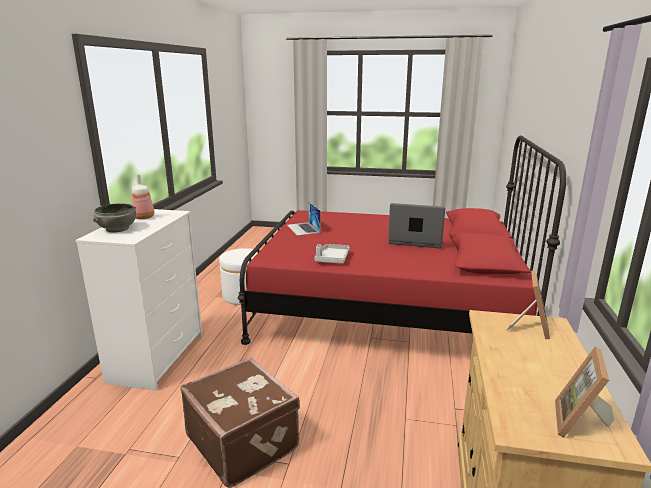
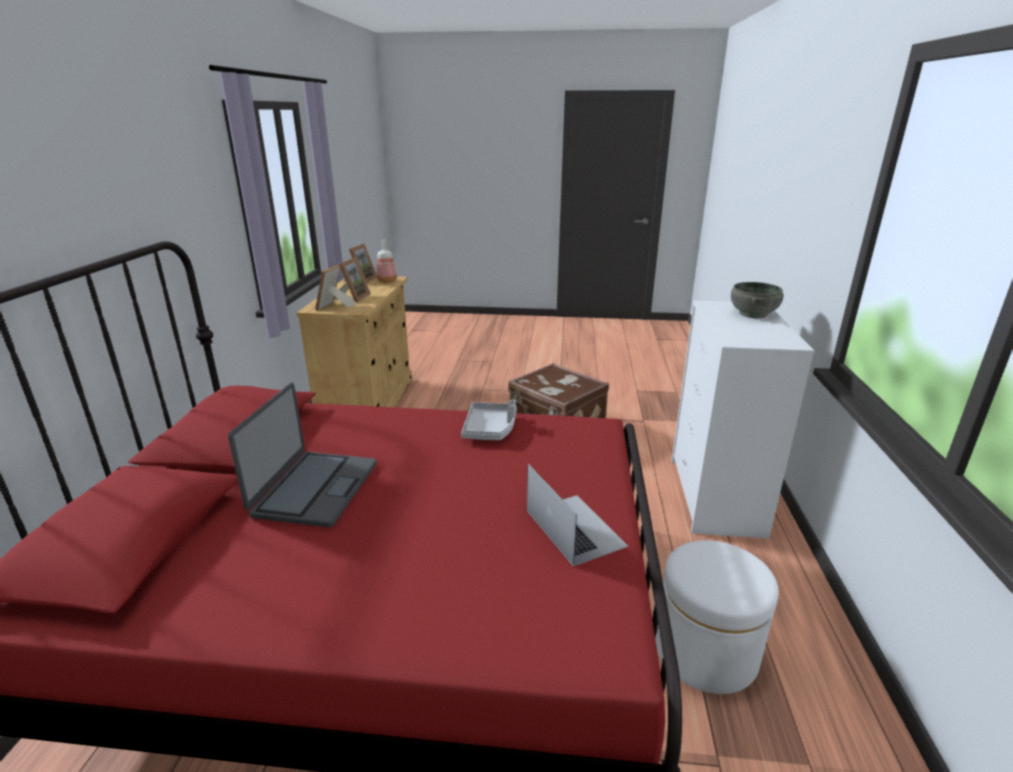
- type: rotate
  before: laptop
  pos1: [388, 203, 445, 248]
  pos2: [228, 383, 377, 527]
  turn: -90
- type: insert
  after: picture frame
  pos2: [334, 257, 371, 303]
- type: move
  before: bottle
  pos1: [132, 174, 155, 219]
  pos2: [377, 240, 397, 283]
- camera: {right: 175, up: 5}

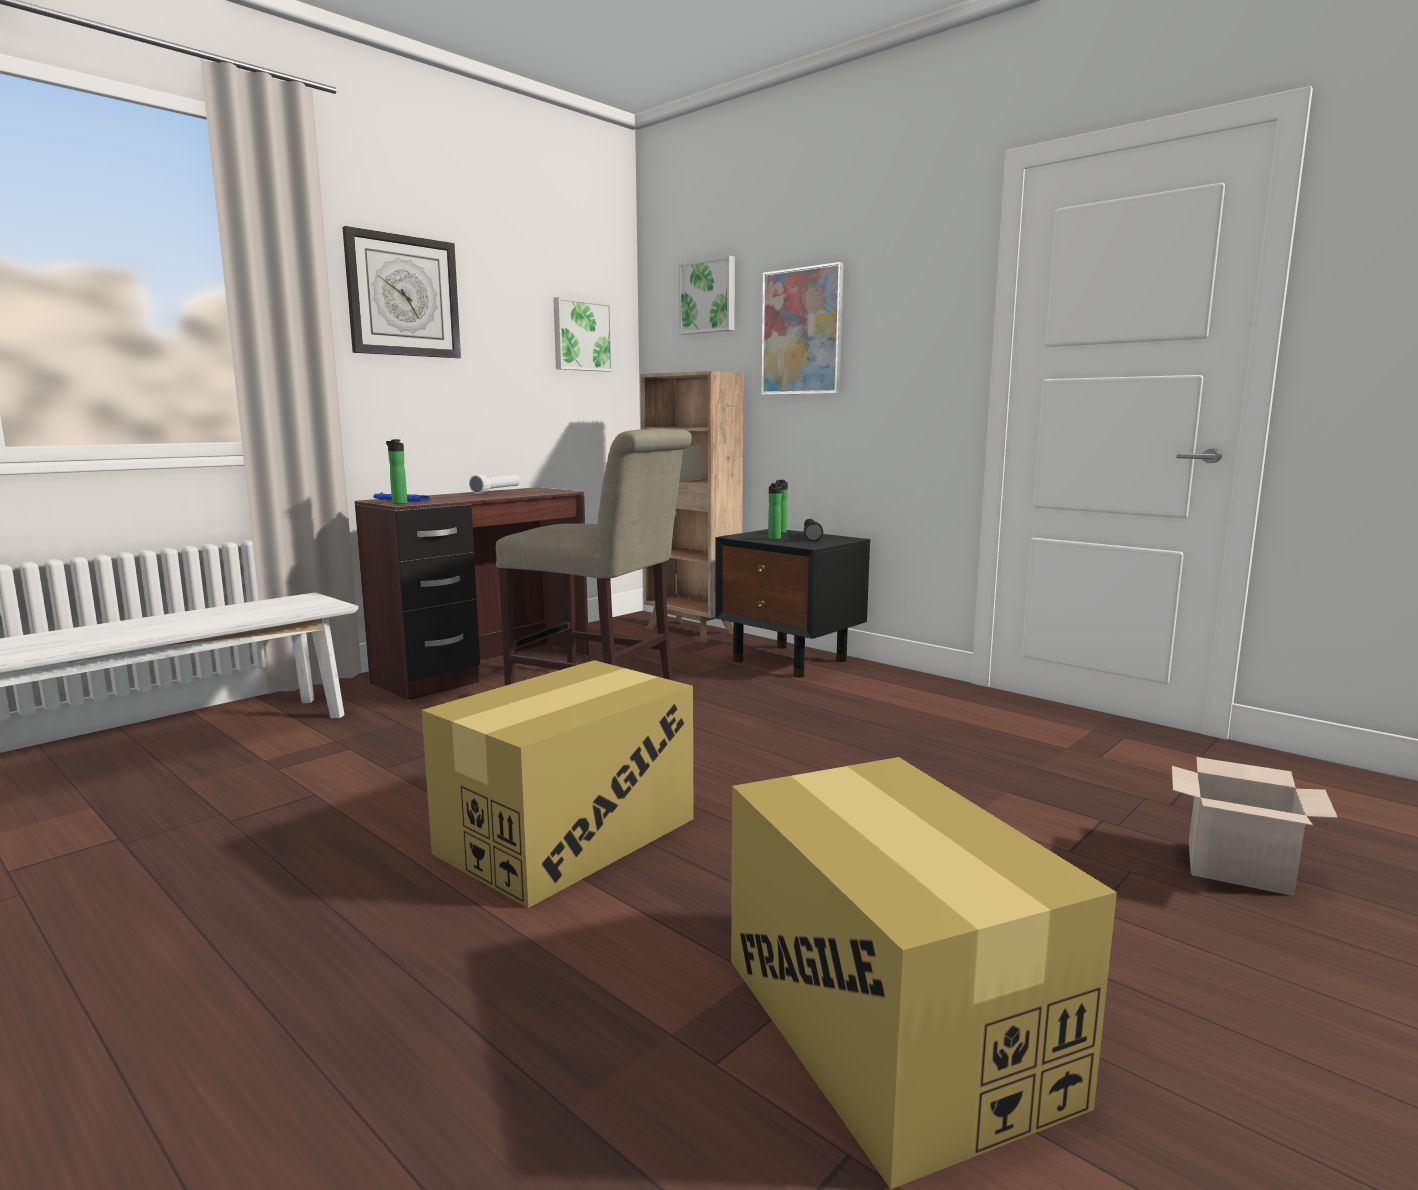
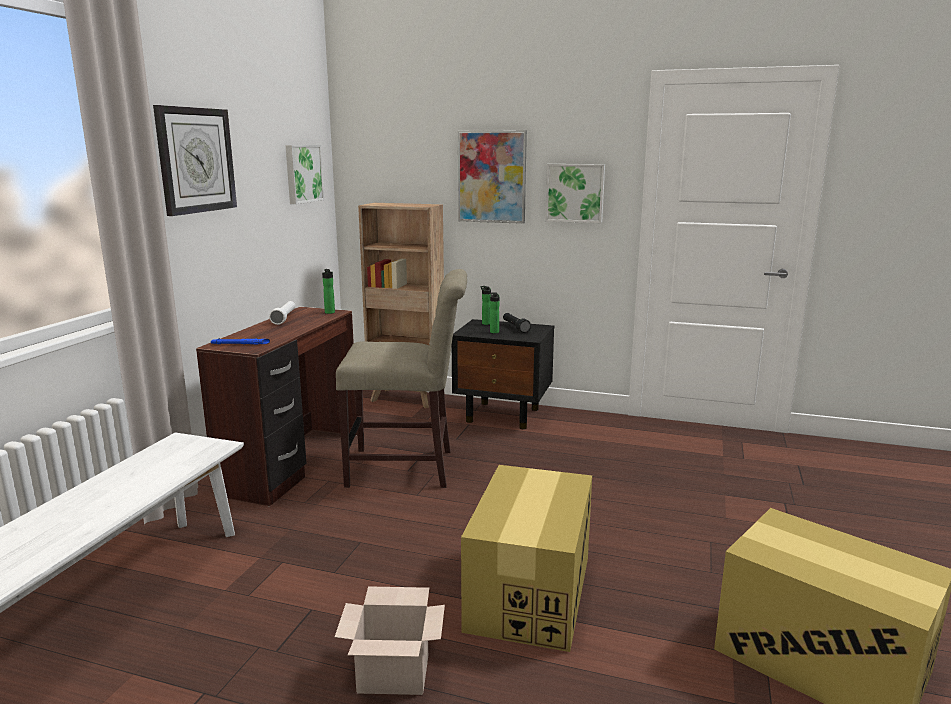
- type: move
  before: bottle
  pos1: [386, 439, 408, 504]
  pos2: [322, 269, 335, 314]
- type: move
  before: cardboard box
  pos1: [1172, 757, 1338, 896]
  pos2: [335, 586, 445, 695]
- type: move
  before: picture
  pos1: [678, 256, 735, 335]
  pos2: [545, 164, 605, 223]
- camera: {right: -25, up: 5}

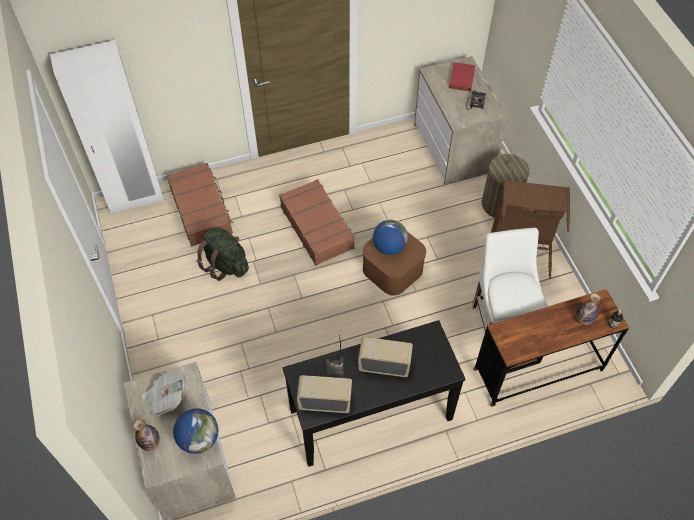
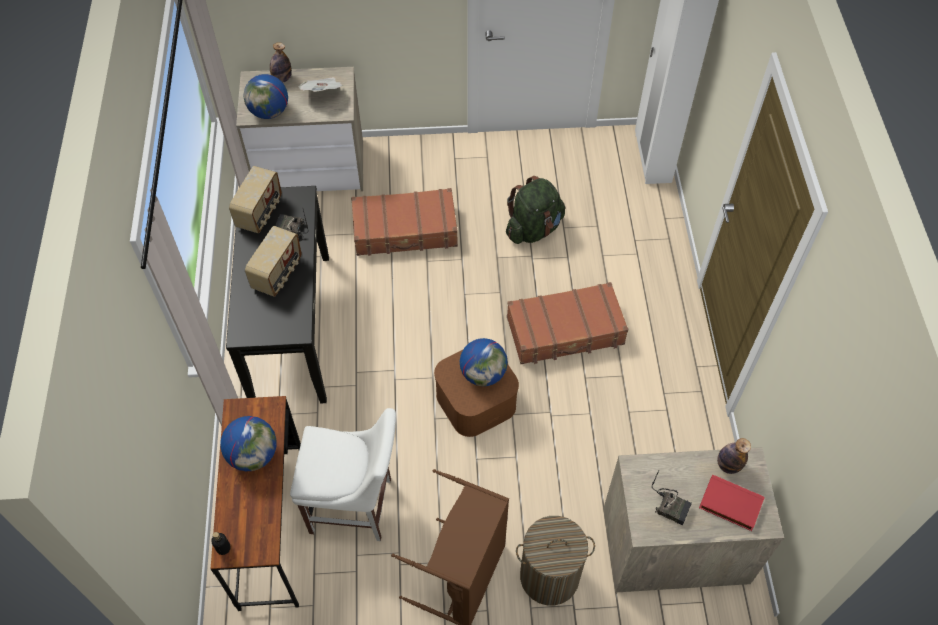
- type: insert
  after: globe
  pos2: [220, 416, 277, 471]
- type: move
  before: brown suitcase
  pos1: [167, 163, 233, 247]
  pos2: [351, 188, 458, 256]
- type: move
  before: bottle
  pos1: [576, 293, 601, 325]
  pos2: [717, 438, 751, 474]
- camera: {right: 105, up: 0}

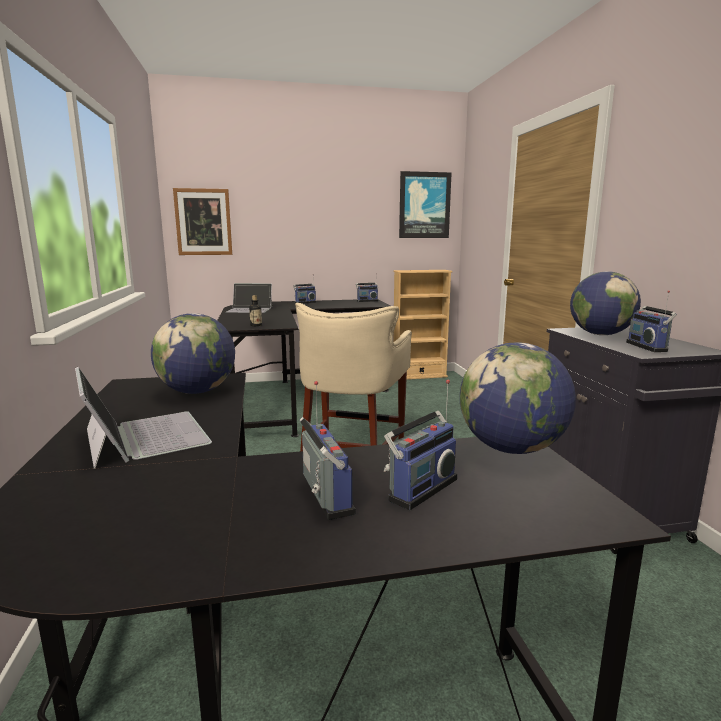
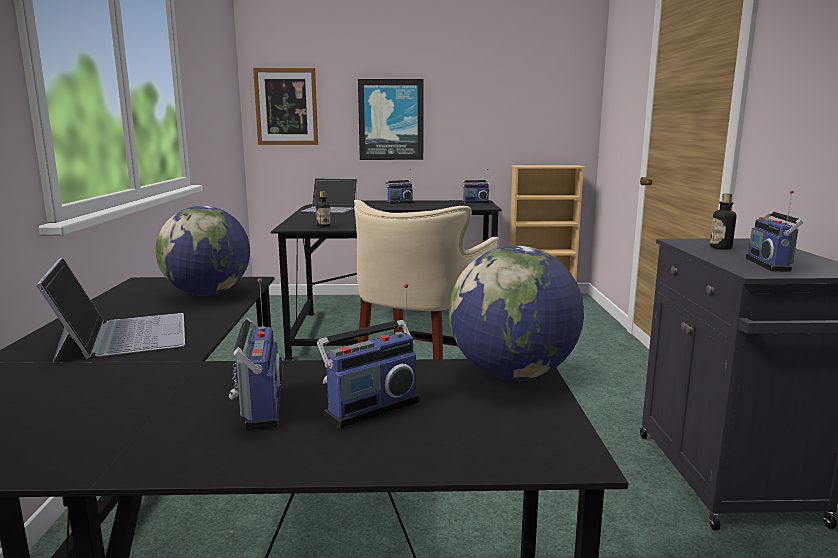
- type: move
  before: picture
  pos1: [399, 171, 452, 238]
  pos2: [358, 79, 424, 160]
- type: replace
  before: globe
  after: bottle
  pos1: [570, 271, 641, 335]
  pos2: [710, 194, 736, 250]
- camera: {right: 10, up: 0}

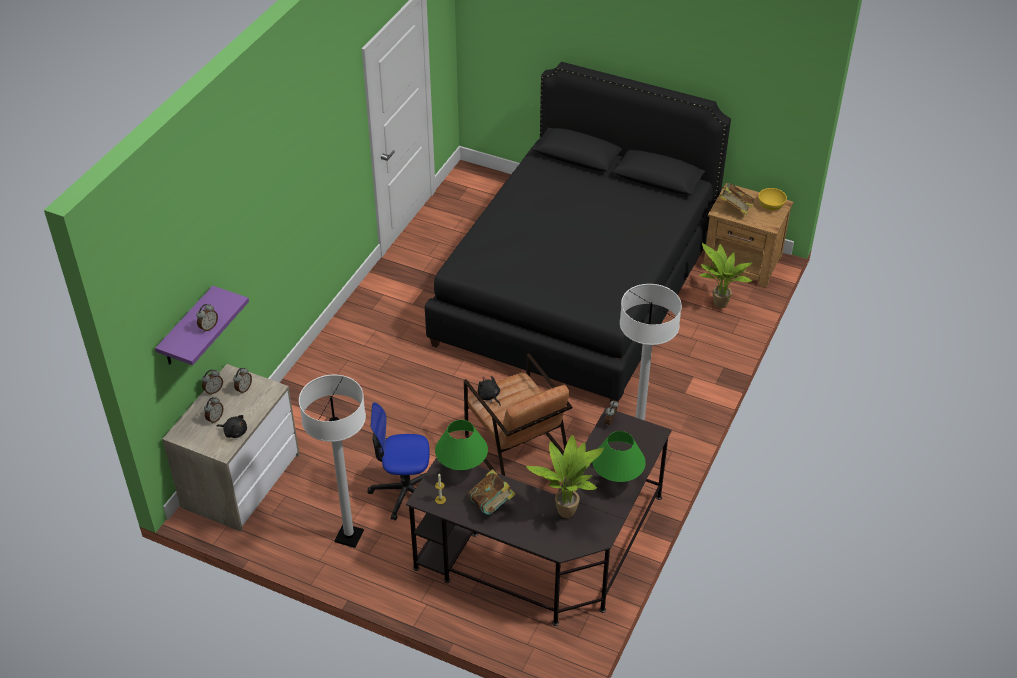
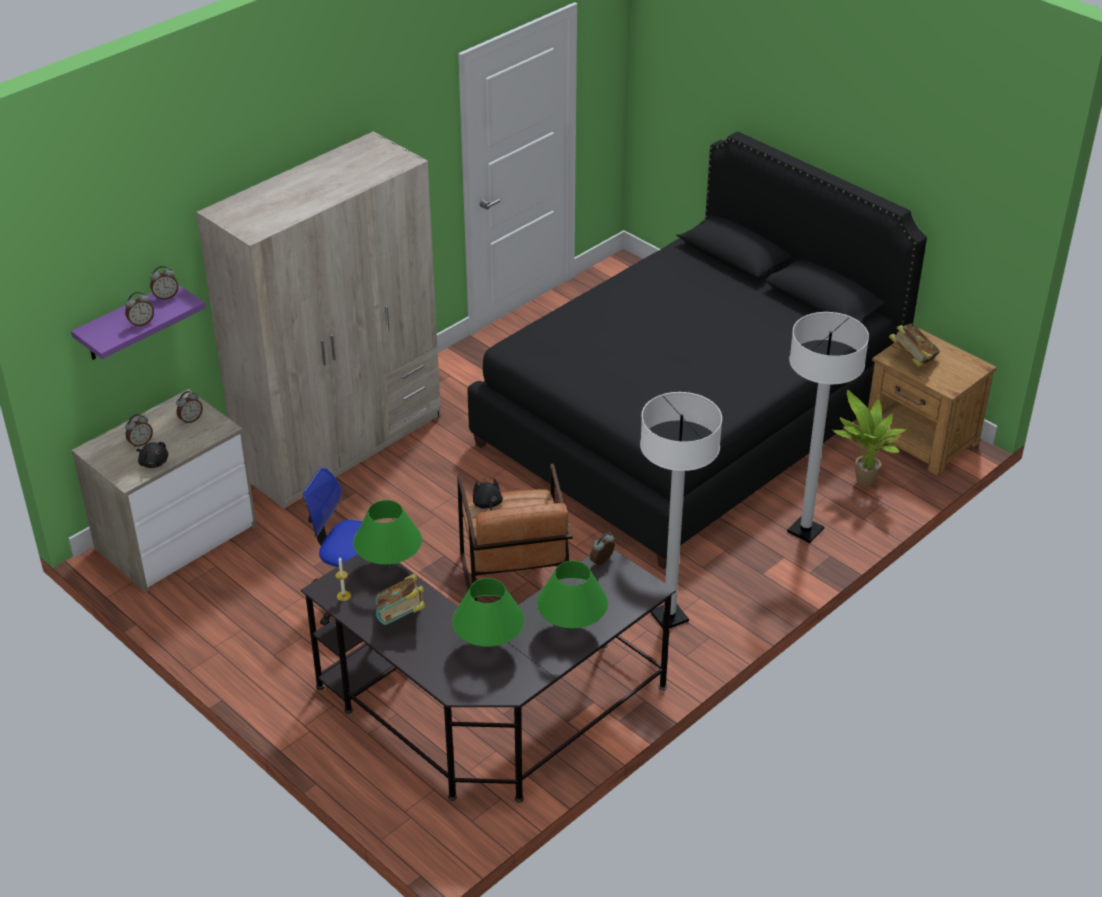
- type: move
  before: alarm clock
  pos1: [202, 370, 223, 394]
  pos2: [150, 266, 178, 300]
- type: insert
  after: beige wardrobe
  pos2: [196, 131, 441, 509]
- type: replace
  before: potted plant
  after: green table lamp
  pos1: [526, 435, 604, 518]
  pos2: [452, 578, 524, 648]
- type: move
  before: white floor lamp
  pos1: [299, 375, 366, 548]
  pos2: [787, 312, 869, 543]
- type: delete
  before: yellow bowl
  pos1: [758, 188, 787, 211]
- camera: {right: 20, up: -5}

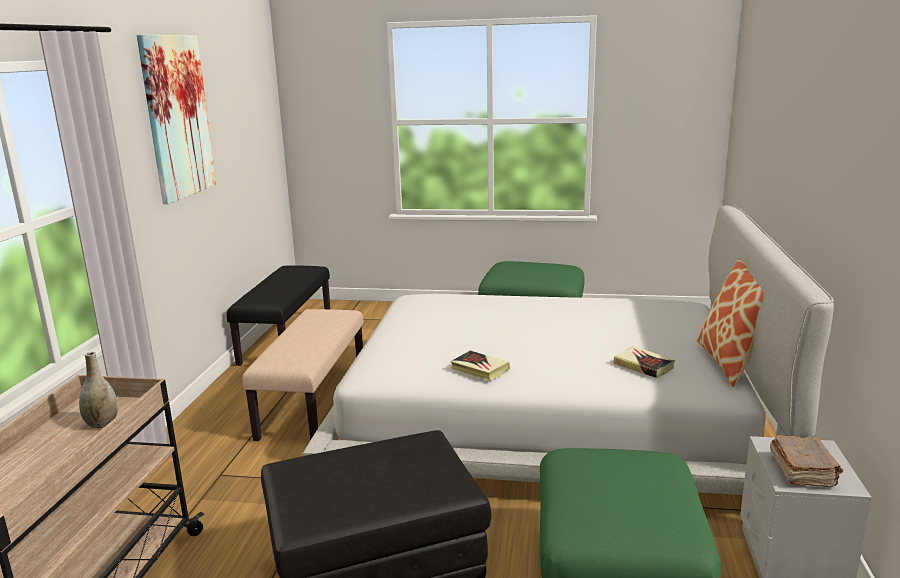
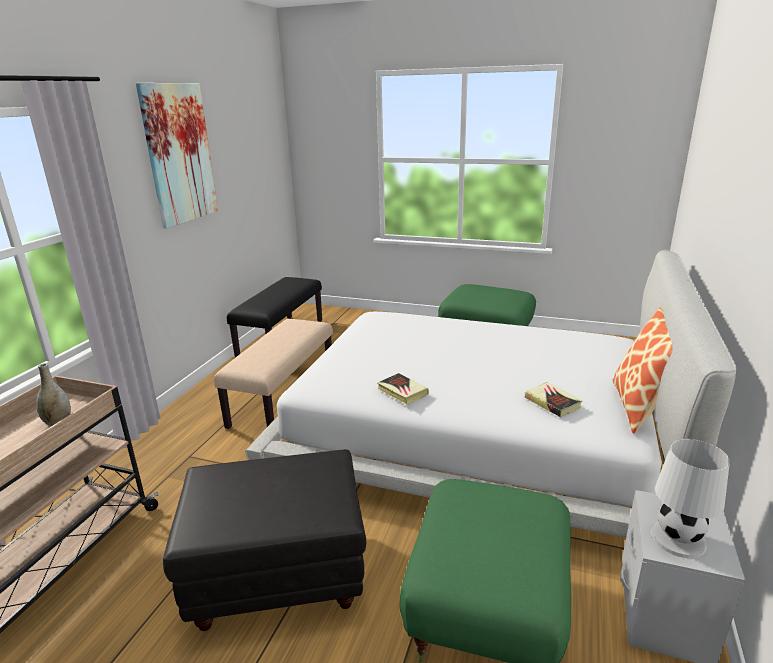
- type: replace
  before: brown book
  after: white table lamp
  pos1: [770, 435, 843, 487]
  pos2: [650, 439, 730, 558]
- camera: {right: 10, up: 5}

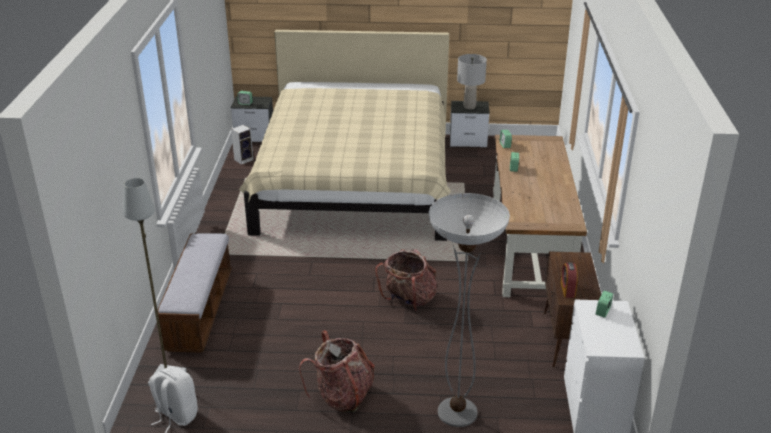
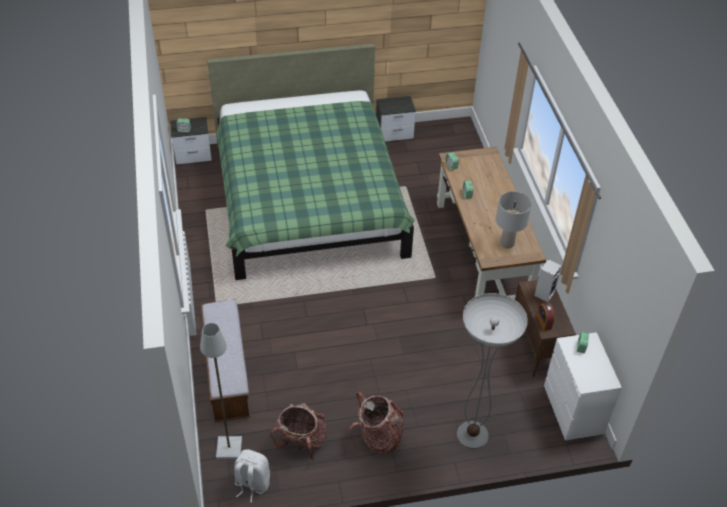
- type: recolor
  before: beige bed
  after: green bed
  pos1: [239, 30, 451, 241]
  pos2: [207, 44, 415, 280]
- type: move
  before: backpack
  pos1: [375, 249, 437, 311]
  pos2: [270, 403, 327, 460]
- type: move
  before: grey table lamp
  pos1: [457, 54, 487, 110]
  pos2: [496, 191, 531, 248]
- type: move
  before: speaker
  pos1: [231, 125, 253, 165]
  pos2: [534, 259, 562, 302]
- camera: {right: -15, up: 15}

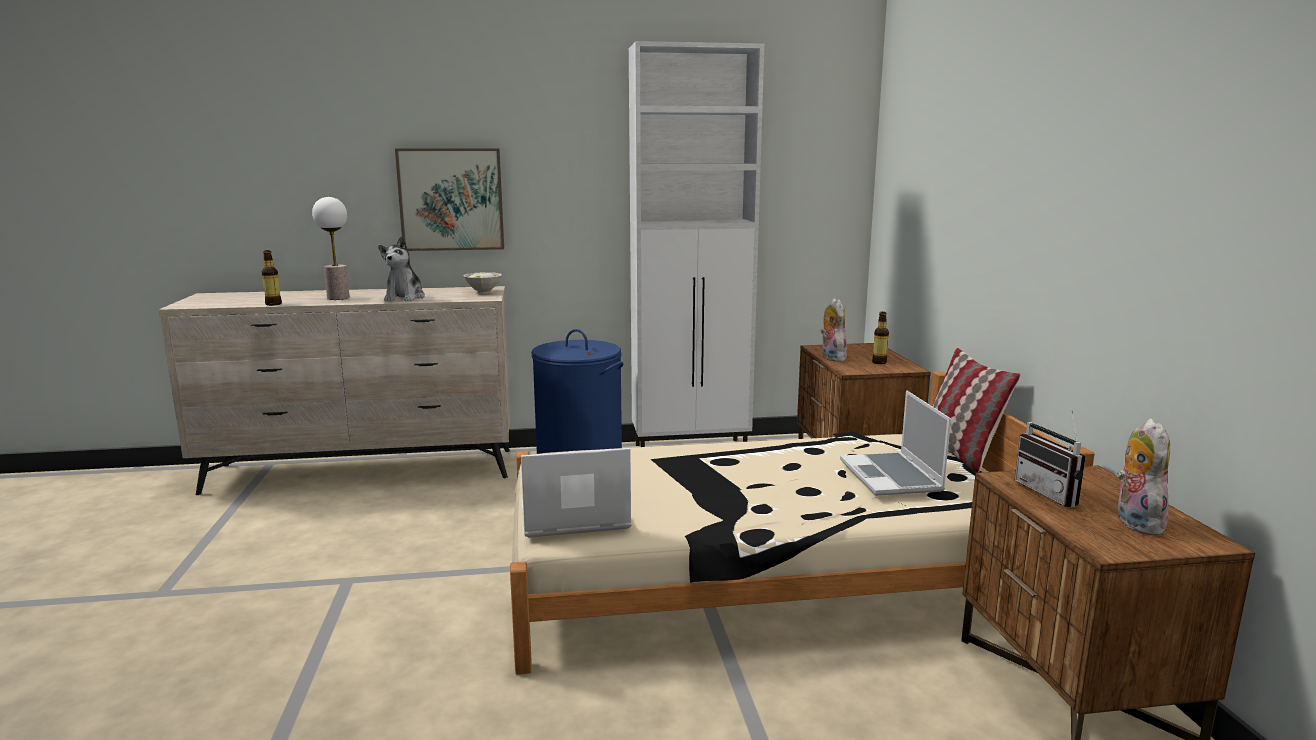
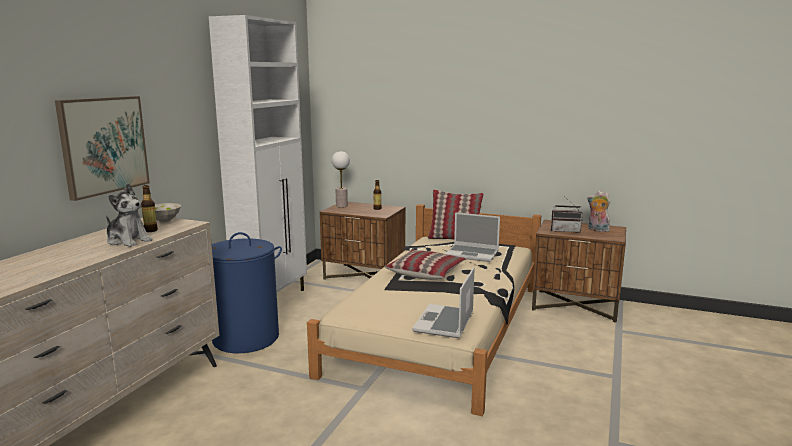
- type: move
  before: bottle
  pos1: [262, 250, 282, 306]
  pos2: [141, 185, 158, 232]
- type: move
  before: table lamp
  pos1: [312, 197, 350, 300]
  pos2: [332, 151, 350, 208]
- type: insert
  after: pillow
  pos2: [385, 250, 465, 280]
- type: delete
  before: plush toy
  pos1: [820, 298, 847, 362]
- camera: {right: -60, up: 0}

